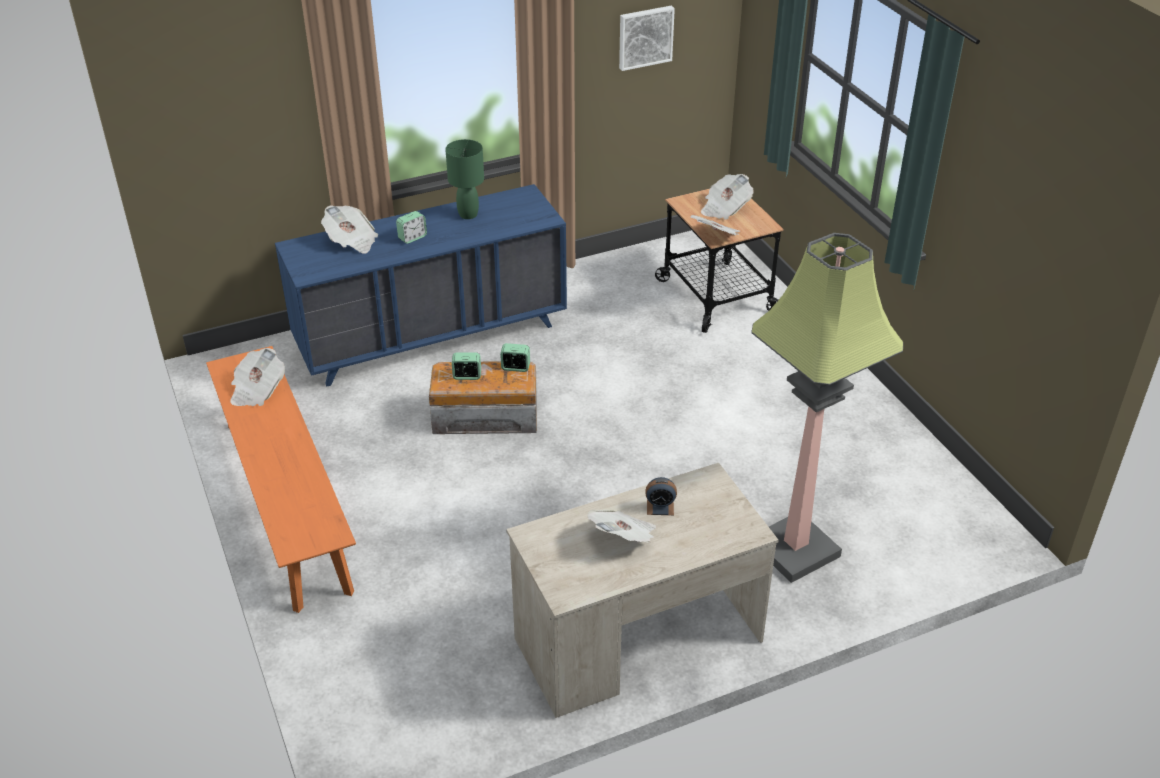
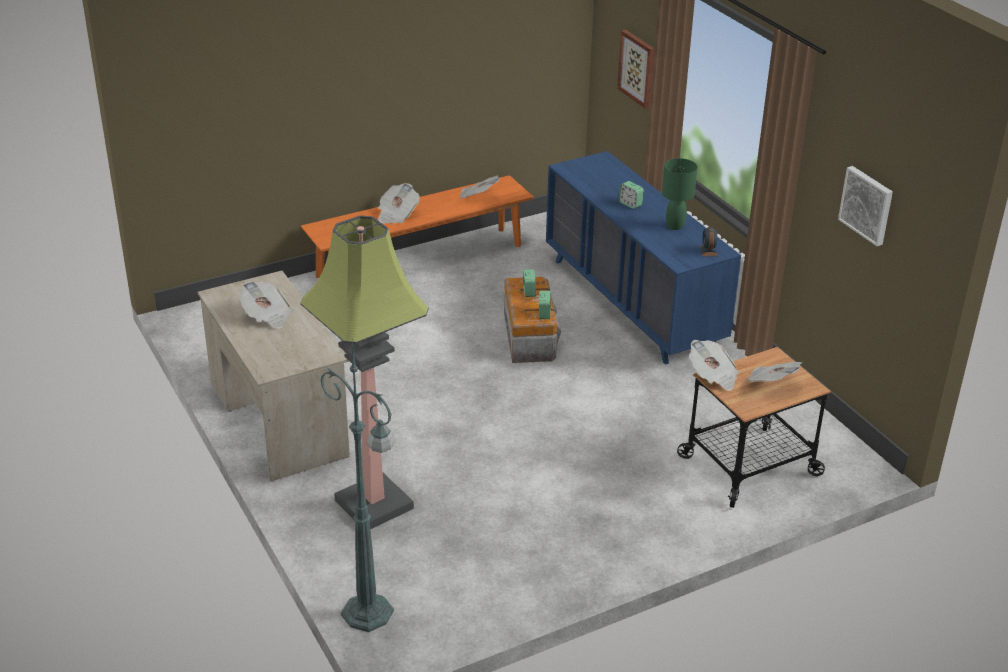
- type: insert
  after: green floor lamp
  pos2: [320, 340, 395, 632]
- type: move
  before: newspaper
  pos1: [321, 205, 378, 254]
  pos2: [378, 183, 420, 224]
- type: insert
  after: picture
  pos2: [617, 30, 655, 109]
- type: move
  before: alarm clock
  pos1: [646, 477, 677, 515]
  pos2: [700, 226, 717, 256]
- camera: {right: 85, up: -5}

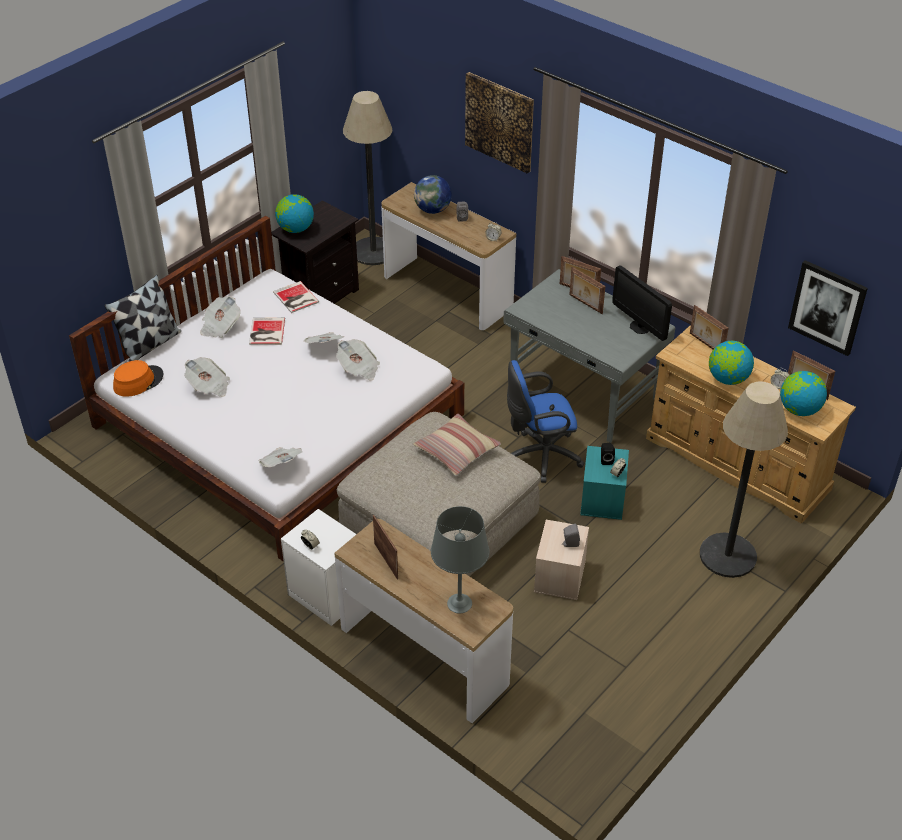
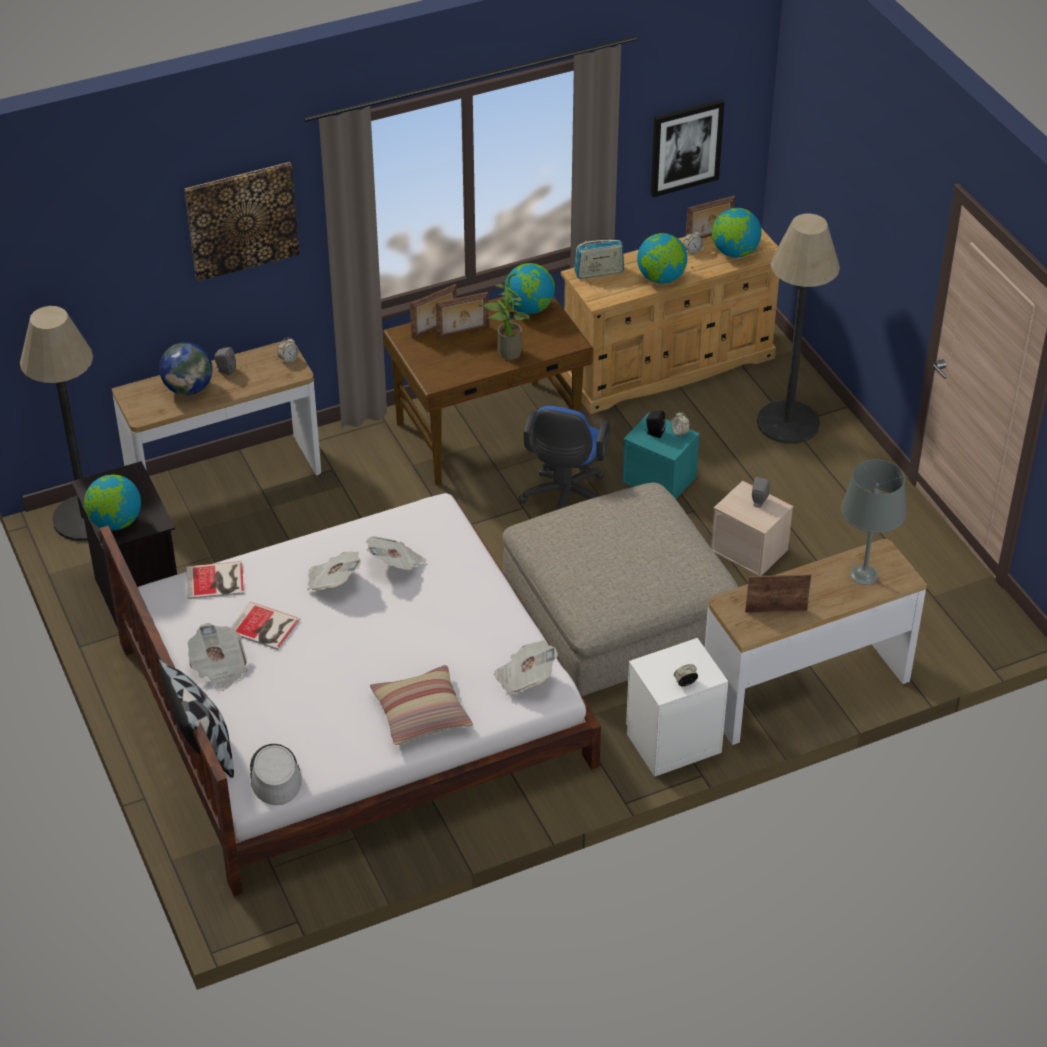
- type: recolor
  before: orange hat
  after: grey hat
  pos1: [113, 360, 164, 397]
  pos2: [250, 744, 302, 805]
- type: move
  before: pillow
  pos1: [414, 414, 501, 476]
  pos2: [370, 665, 473, 745]
- type: recolor
  before: grey desk
  after: brown desk
  pos1: [503, 269, 675, 443]
  pos2: [383, 296, 593, 486]
- type: insert
  after: potted plant
  pos2: [478, 273, 531, 360]
- type: replace
  before: monitor
  after: globe
  pos1: [612, 265, 672, 341]
  pos2: [504, 263, 555, 314]
- type: replace
  before: picture frame
  after: radio
  pos1: [690, 305, 728, 349]
  pos2: [574, 240, 624, 279]
- type: delete
  before: newspaper
  pos1: [184, 357, 230, 397]
- camera: {right: -65, up: 0}

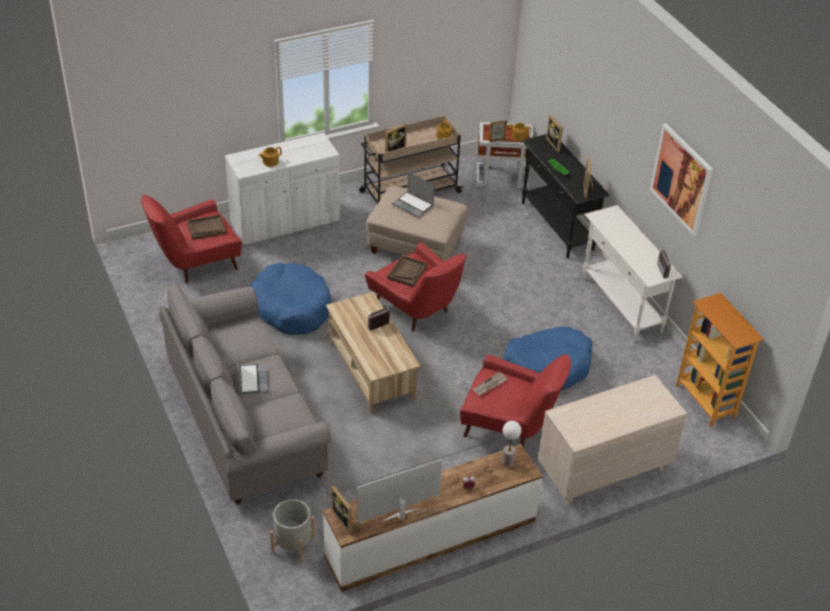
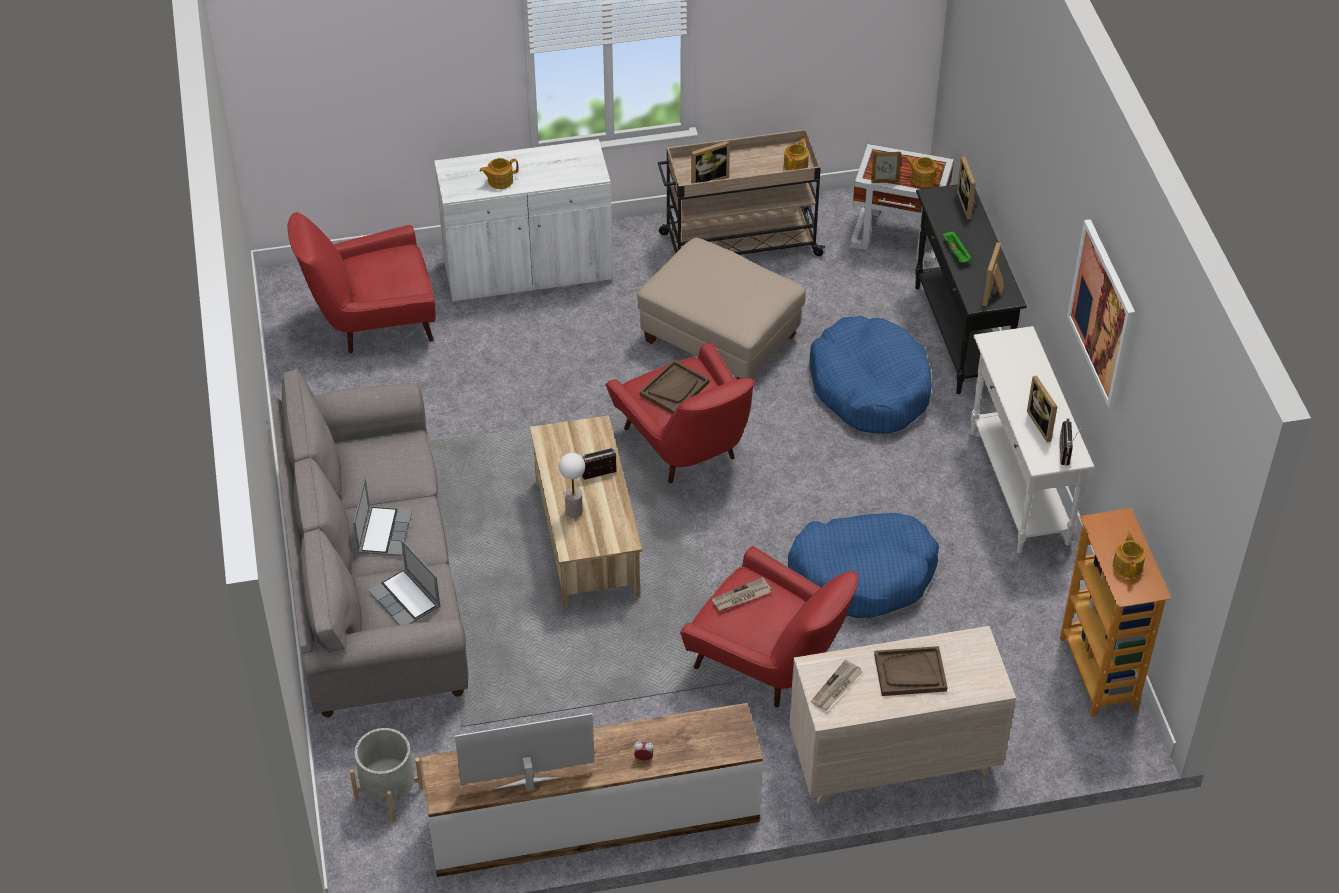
- type: move
  before: laptop
  pos1: [392, 172, 435, 218]
  pos2: [368, 540, 440, 625]
- type: move
  before: table lamp
  pos1: [502, 421, 521, 467]
  pos2: [559, 453, 585, 518]
- type: move
  before: blue dog bed
  pos1: [250, 263, 331, 335]
  pos2: [809, 316, 932, 434]
- type: insert
  after: newspaper
  pos2: [811, 660, 862, 710]
- type: move
  before: brown tray
  pos1: [187, 214, 227, 240]
  pos2: [874, 646, 948, 696]
- type: move
  before: picture frame
  pos1: [331, 486, 352, 534]
  pos2: [1027, 375, 1058, 442]
- type: insert
  after: teapot
  pos2: [1113, 532, 1146, 578]
- camera: {right: 15, up: 5}

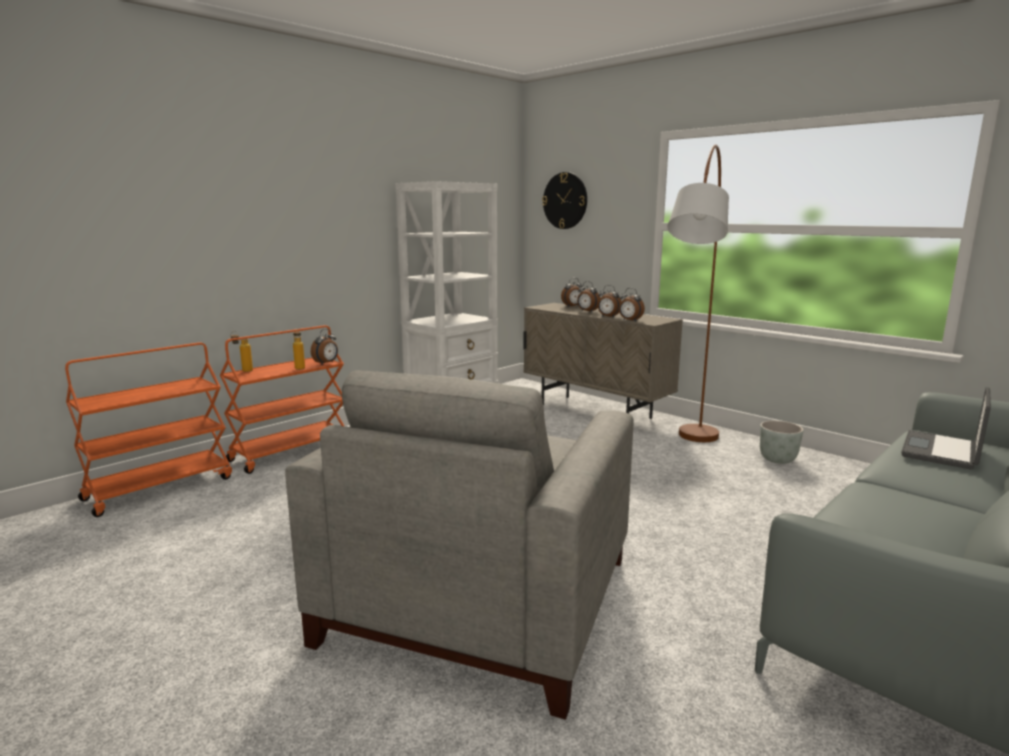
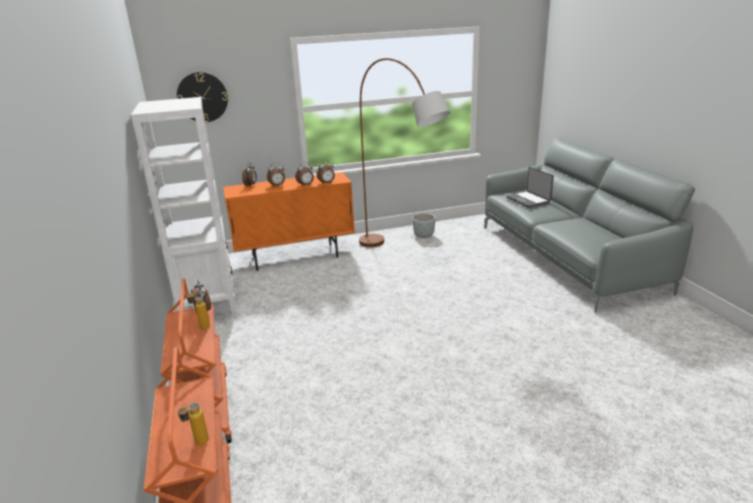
- type: move
  before: bottle
  pos1: [231, 331, 253, 372]
  pos2: [177, 402, 209, 445]
- type: recolor
  before: beige cabinet
  after: orange cabinet
  pos1: [523, 303, 683, 419]
  pos2: [223, 172, 355, 271]
- type: delete
  before: grey armchair
  pos1: [285, 370, 634, 720]
- camera: {right: -60, up: 10}

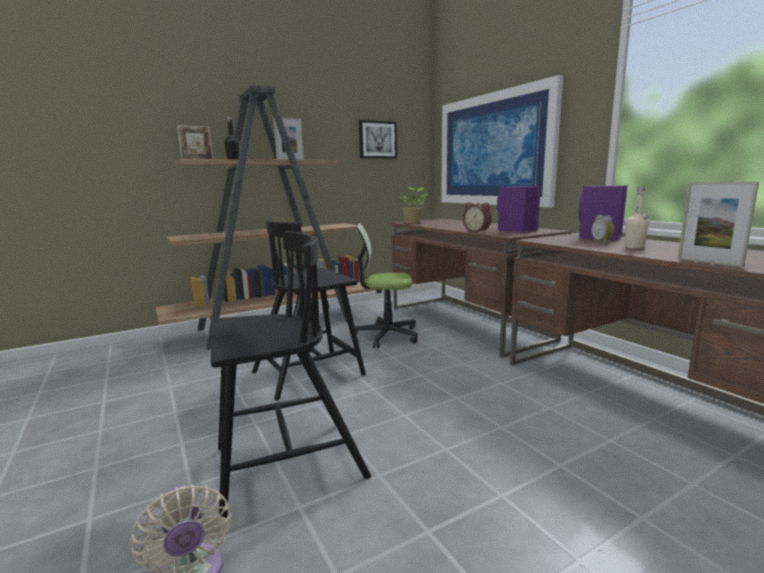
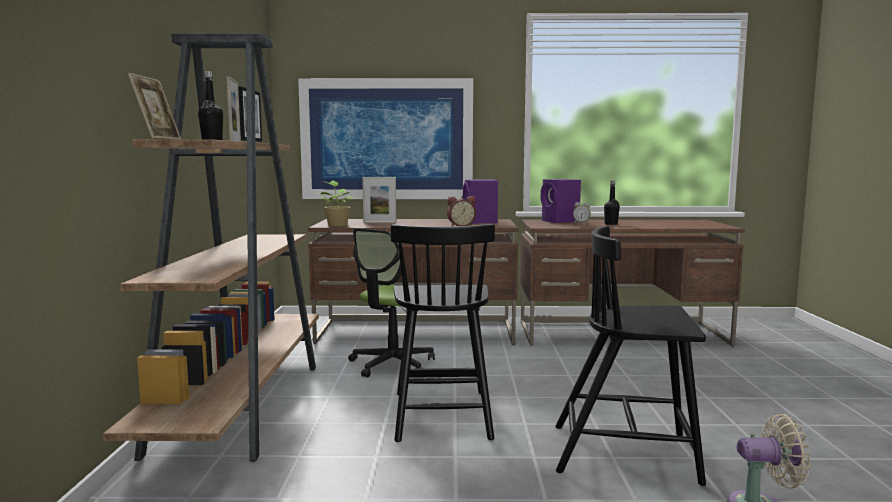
- type: move
  before: picture frame
  pos1: [678, 182, 759, 267]
  pos2: [362, 177, 396, 223]
- type: rotate
  before: black chair
  pos1: [211, 231, 371, 518]
  pos2: [555, 226, 706, 486]
  turn: -90
- type: recolor
  before: beige bottle
  after: black bottle
  pos1: [625, 186, 649, 249]
  pos2: [604, 180, 620, 225]
- camera: {right: -60, up: -5}

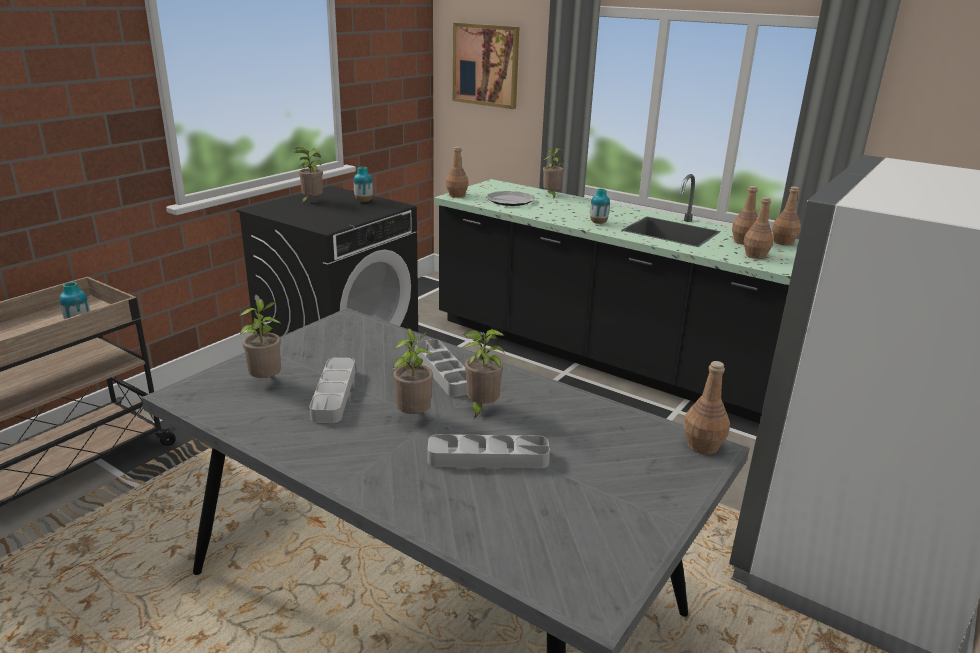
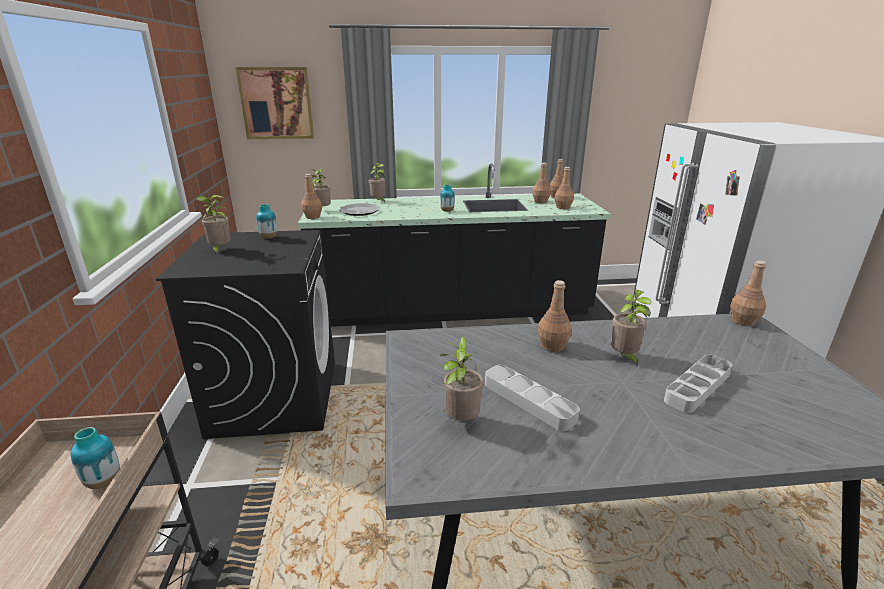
- type: move
  before: potted plant
  pos1: [393, 328, 433, 414]
  pos2: [311, 169, 331, 206]
- type: replace
  before: grey tray
  after: brown bottle
  pos1: [415, 339, 467, 397]
  pos2: [538, 280, 572, 352]
- camera: {right: -40, up: 0}

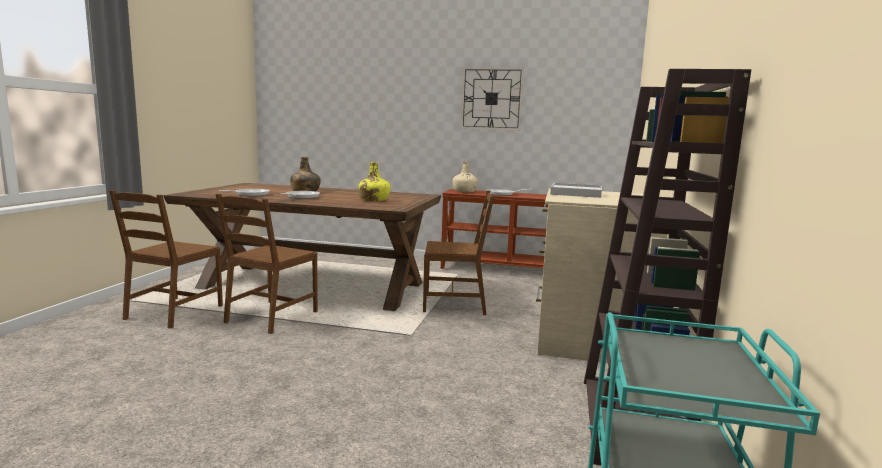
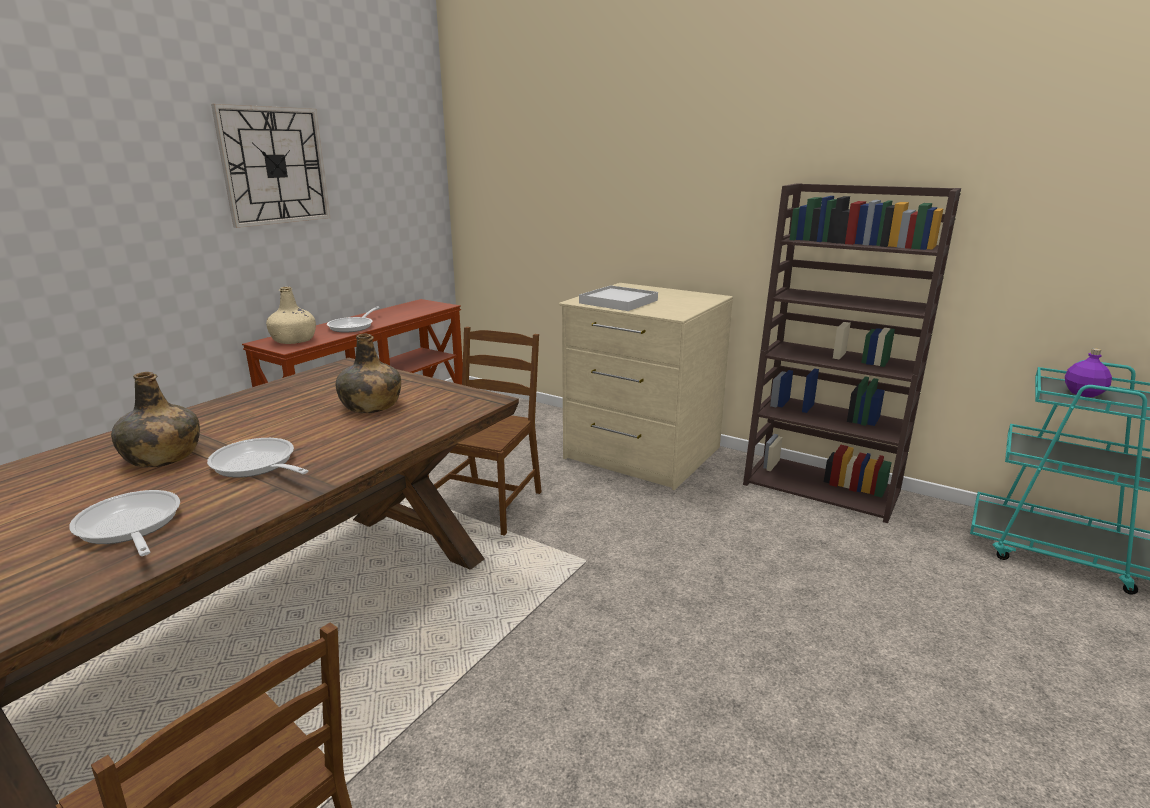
- type: recolor
  before: yellow bottle
  after: green bottle
  pos1: [358, 162, 391, 201]
  pos2: [336, 334, 401, 413]
- type: insert
  after: purple bottle
  pos2: [1065, 348, 1112, 397]
- type: delete
  before: brown chair
  pos1: [216, 194, 318, 334]
- camera: {right: -70, up: 10}

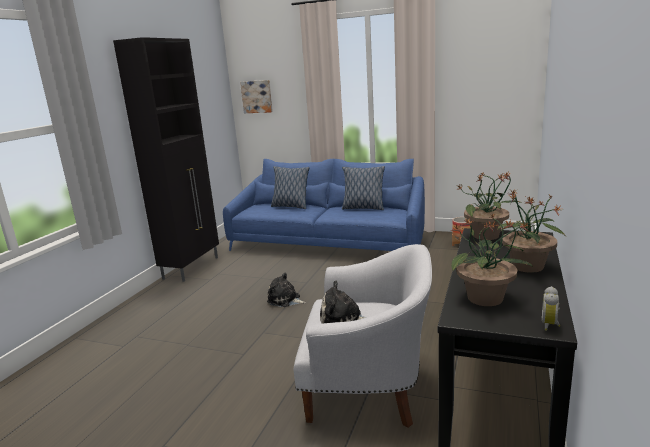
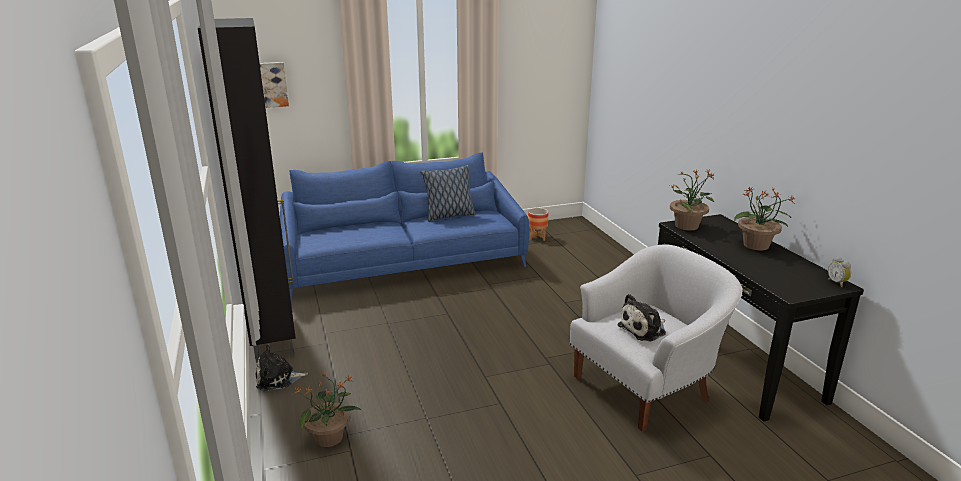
- type: move
  before: plush toy
  pos1: [267, 273, 306, 307]
  pos2: [256, 344, 308, 391]
- type: move
  before: potted plant
  pos1: [451, 214, 533, 306]
  pos2: [293, 373, 361, 447]
- type: delete
  before: pillow
  pos1: [271, 166, 309, 209]
- camera: {right: -40, up: 5}

